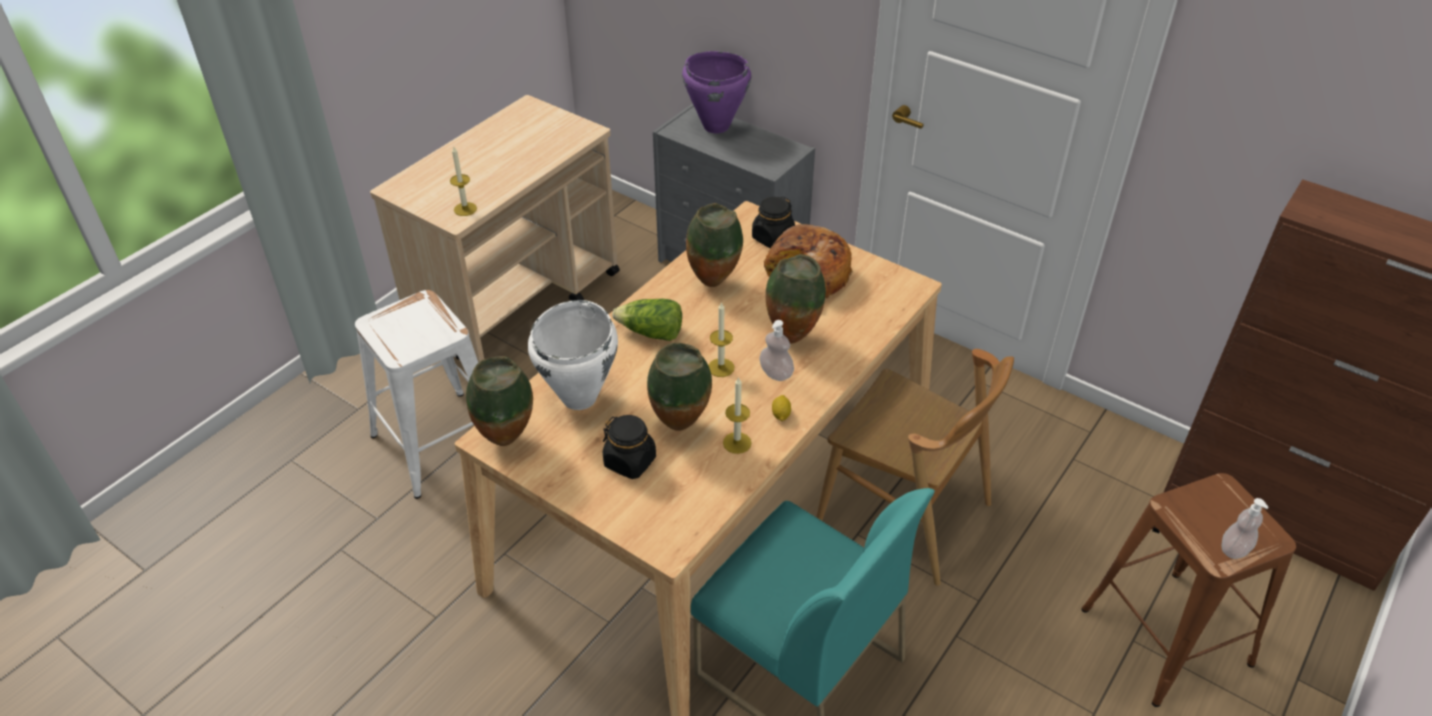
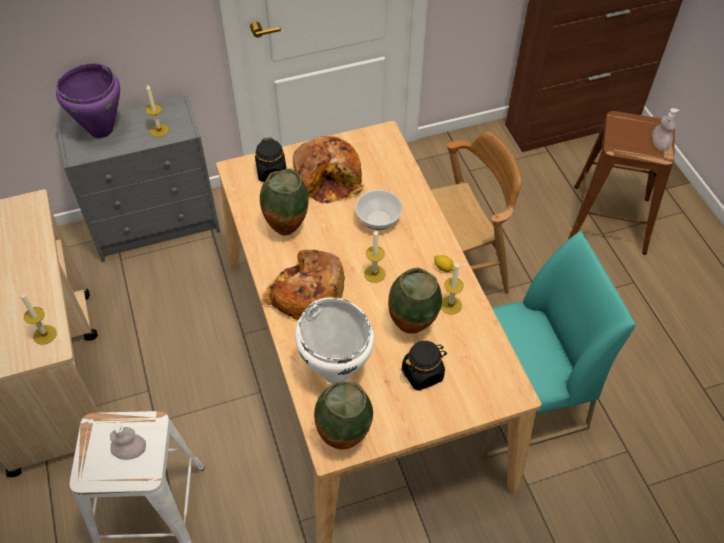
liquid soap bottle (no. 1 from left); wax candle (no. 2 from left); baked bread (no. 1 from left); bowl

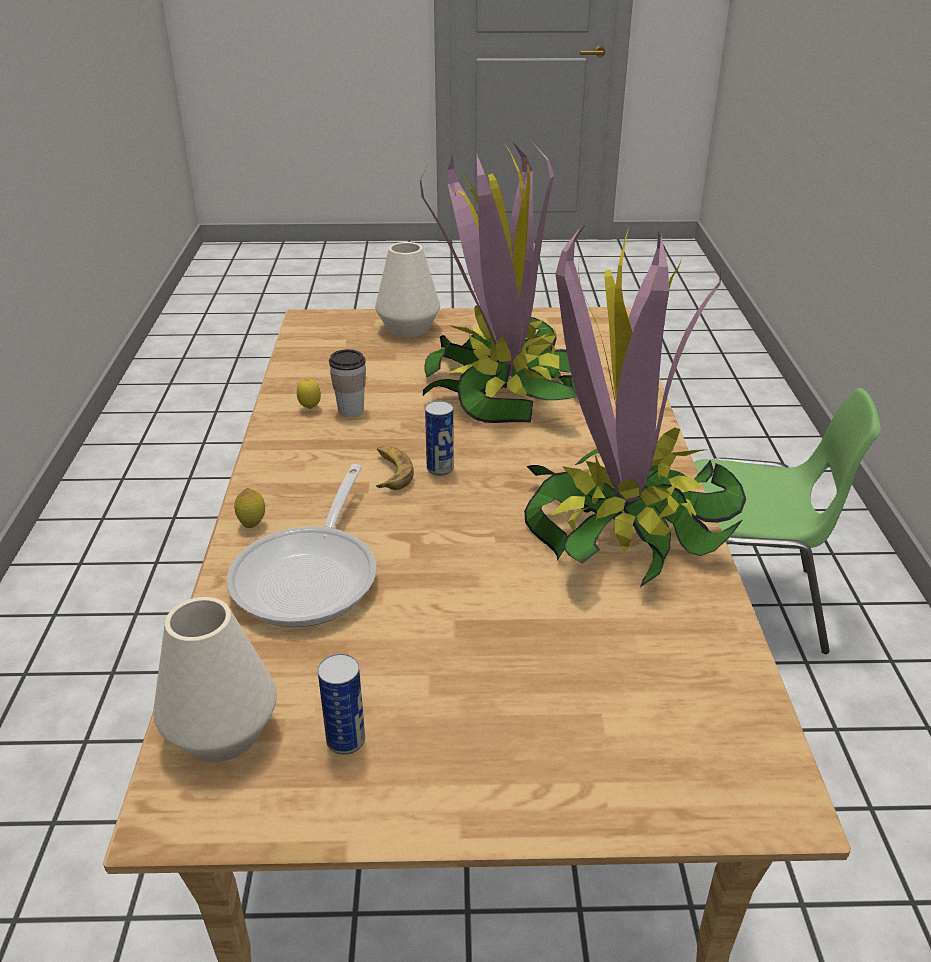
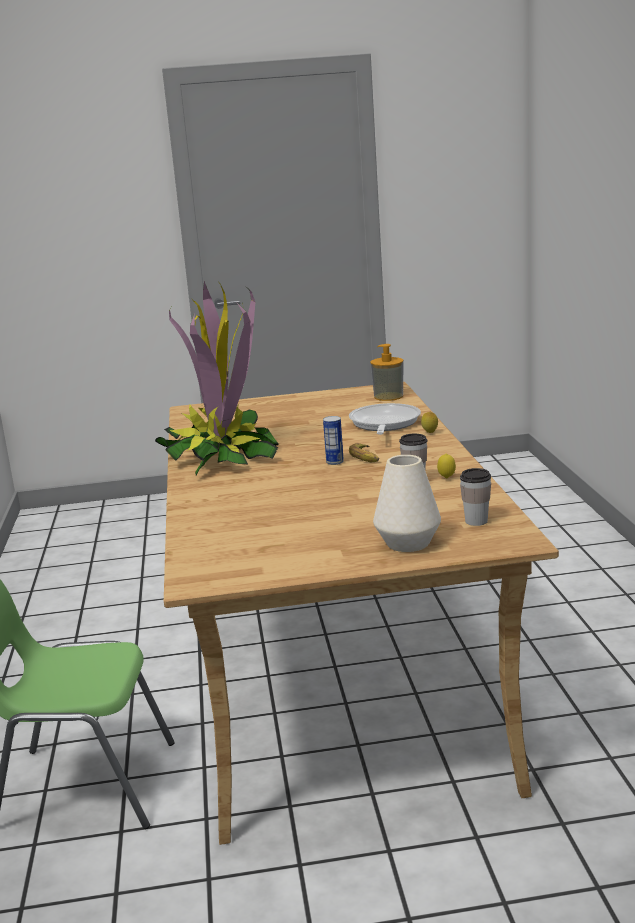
liquid soap bottle; cup (no. 2 from left); metal can (no. 1 from left in the first image); houseplant (no. 1 from left in the first image)

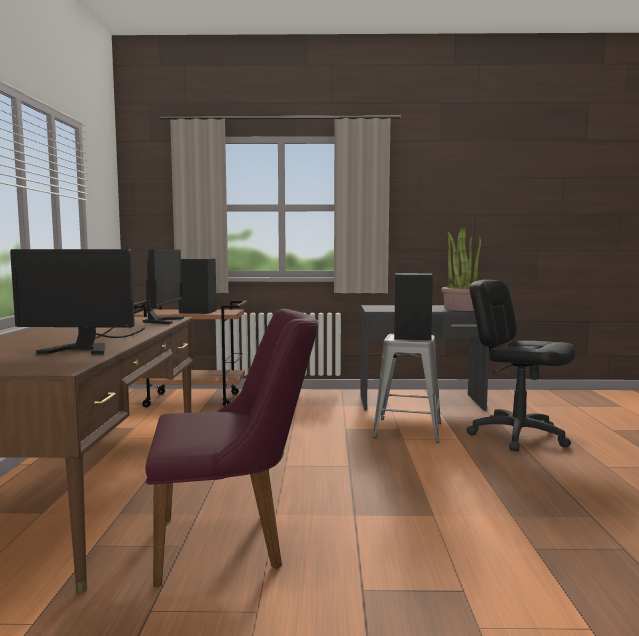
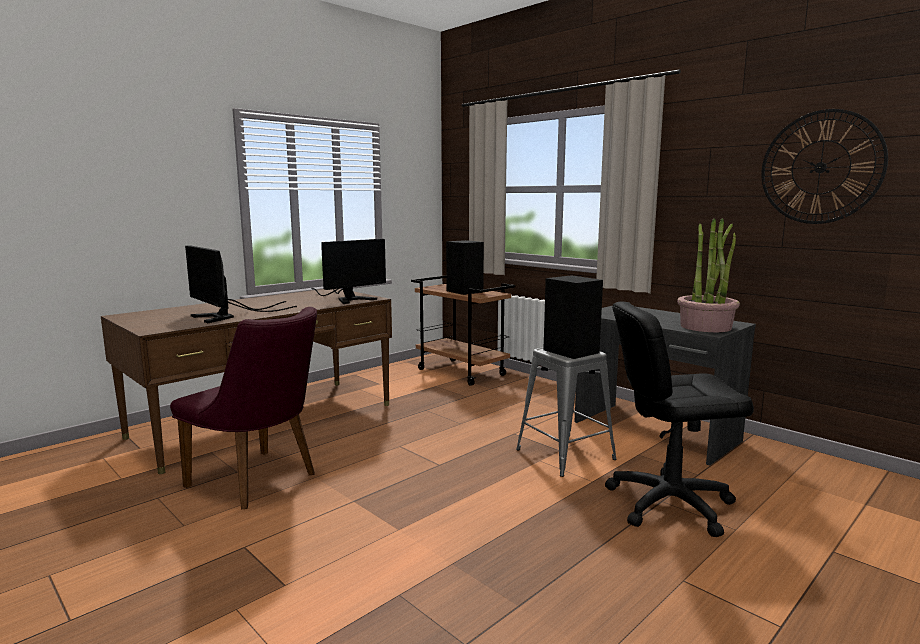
office chair (blackish); wall clock

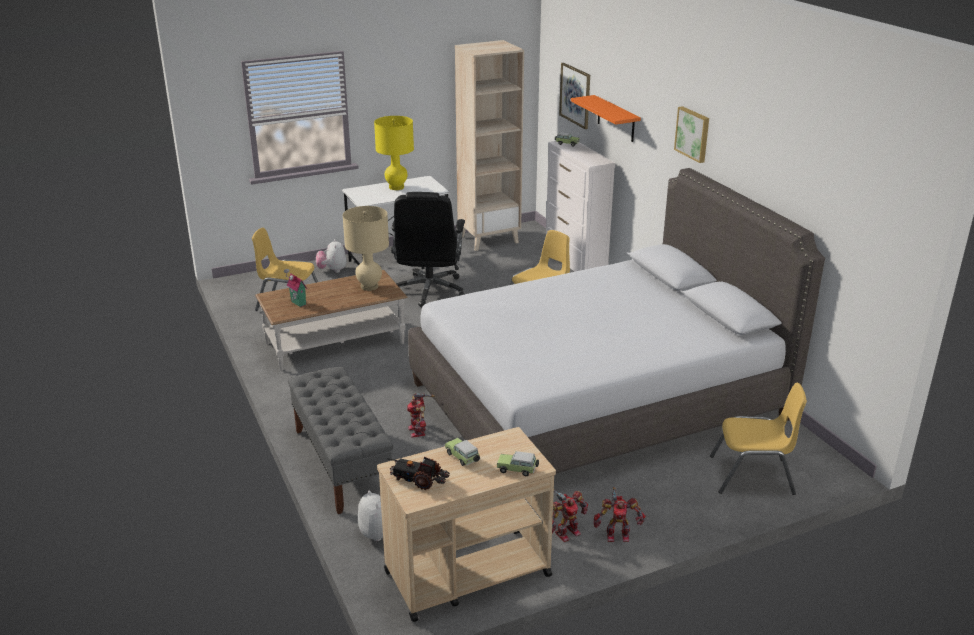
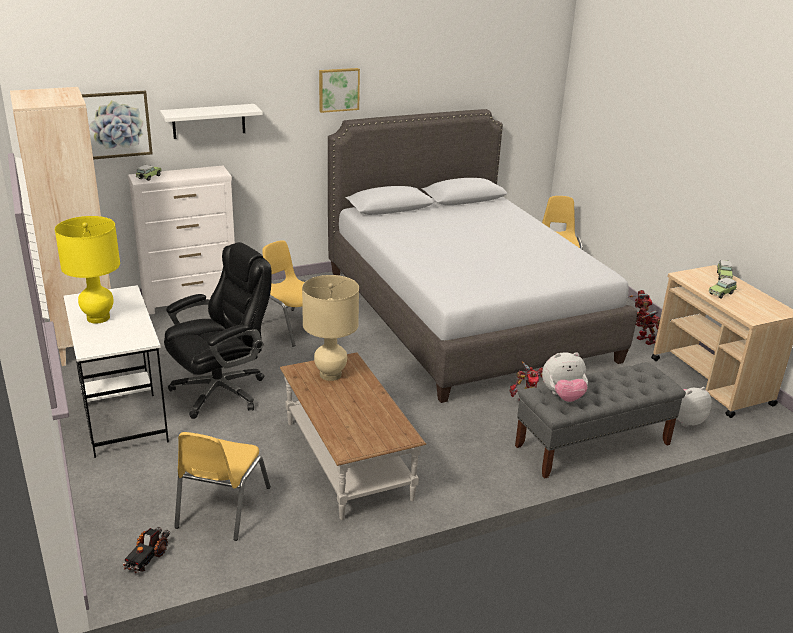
toy lorry; bracket shelf (white-coloured); office chair (blackish); plush toy (no. 1 from left); toy house

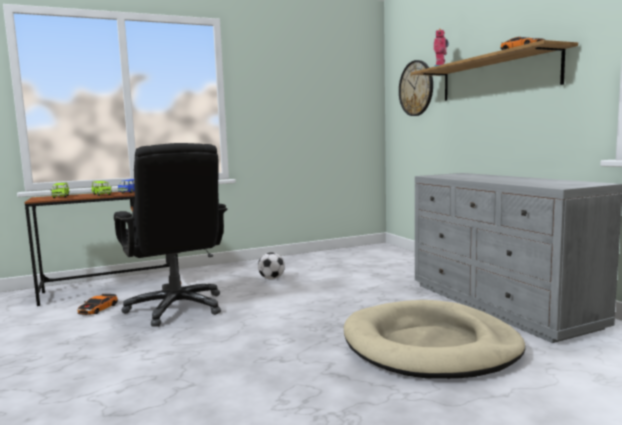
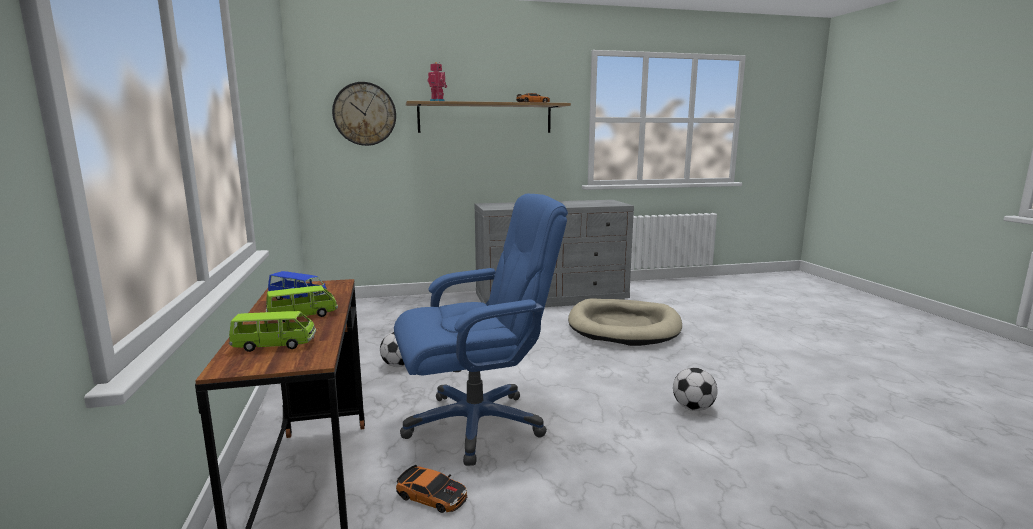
office chair (bluish); football (no. 2 from left)

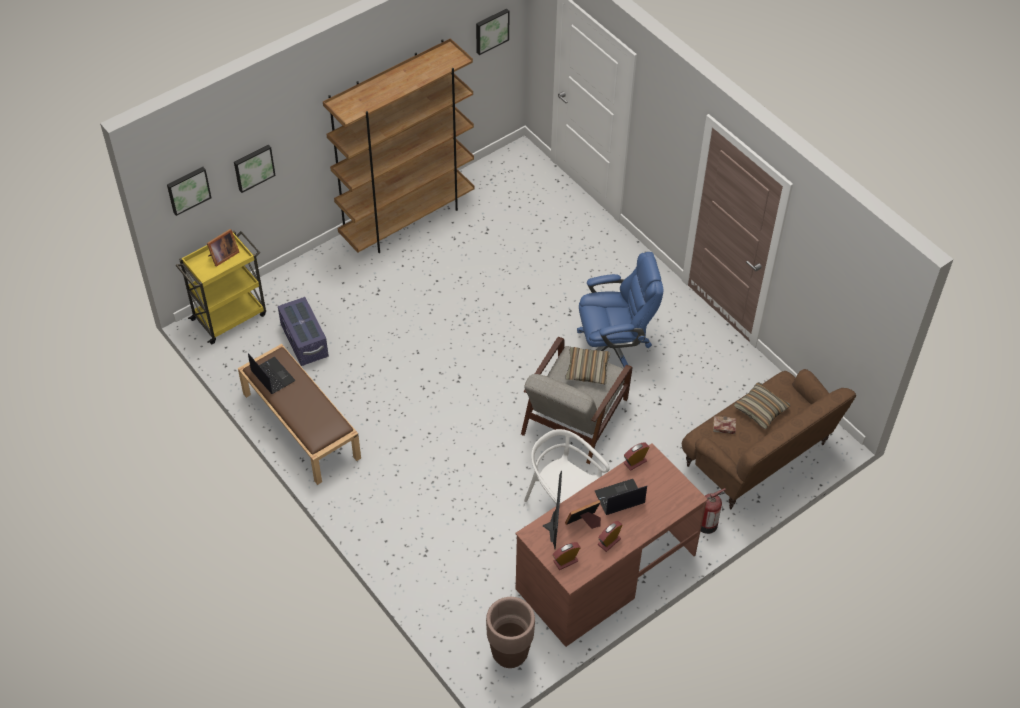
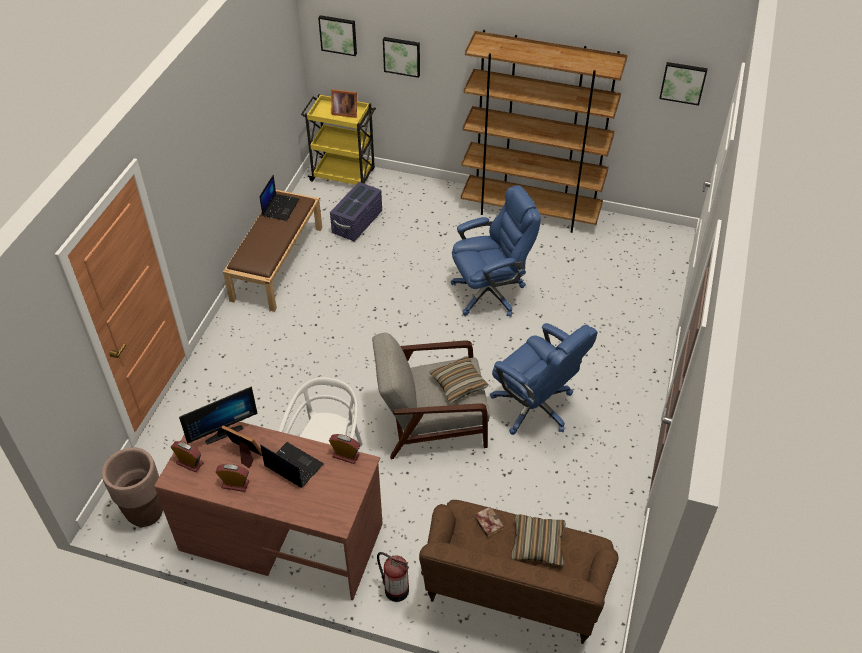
office chair (bluish) (no. 1 from left)

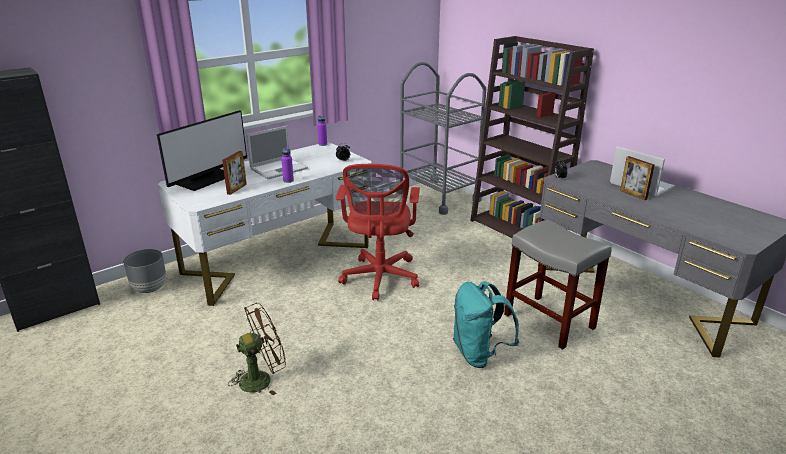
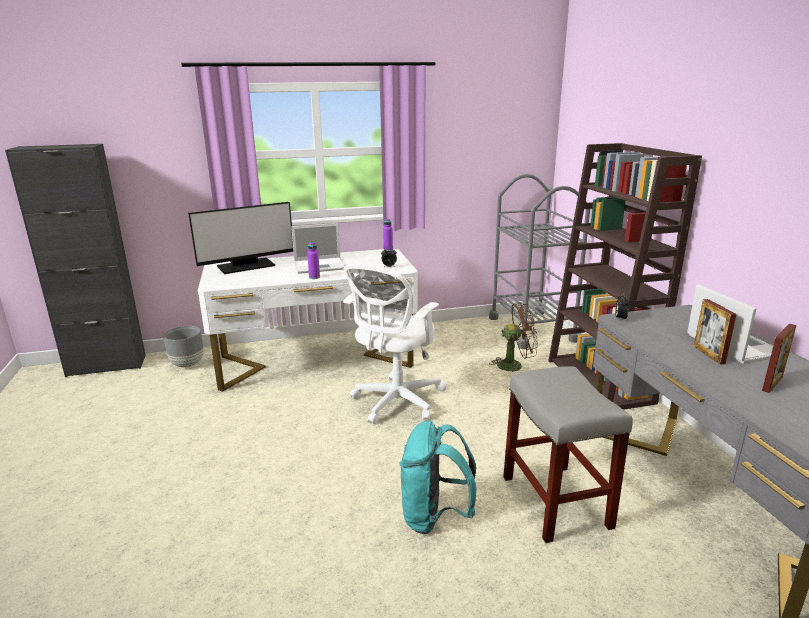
office chair (white-coloured); fan (brown); picture frame (no. 2 from left)

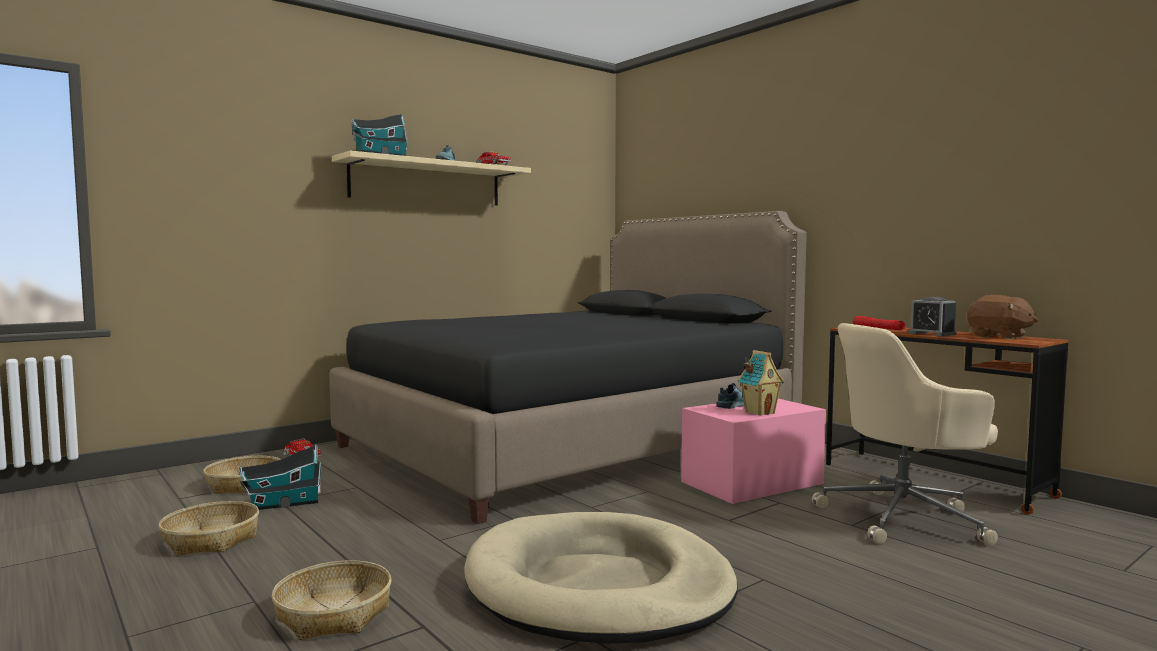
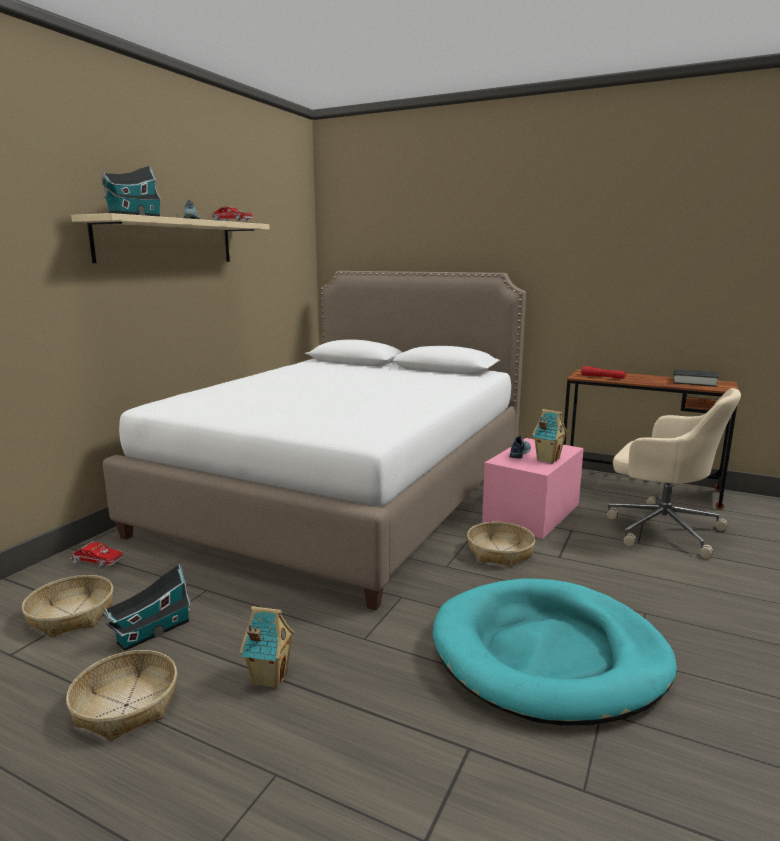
bed (white-coloured); toy house (no. 3 from left); dog bed (turquoise-coloured); storage basket (no. 3 from left); office chair (sand-coloured); bound book (blackish); table clock

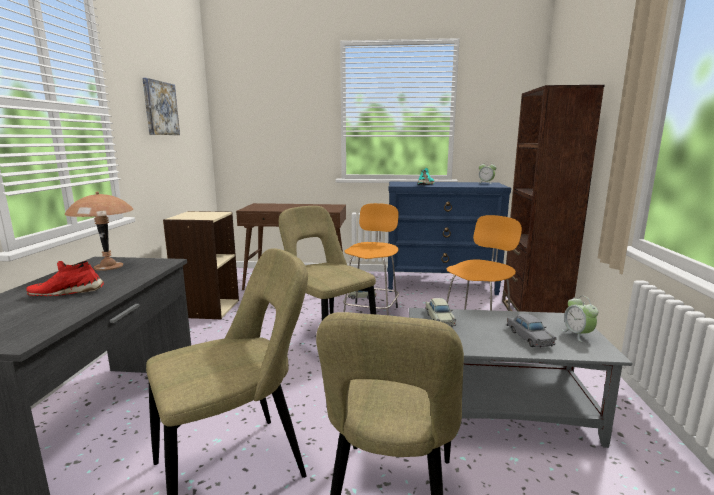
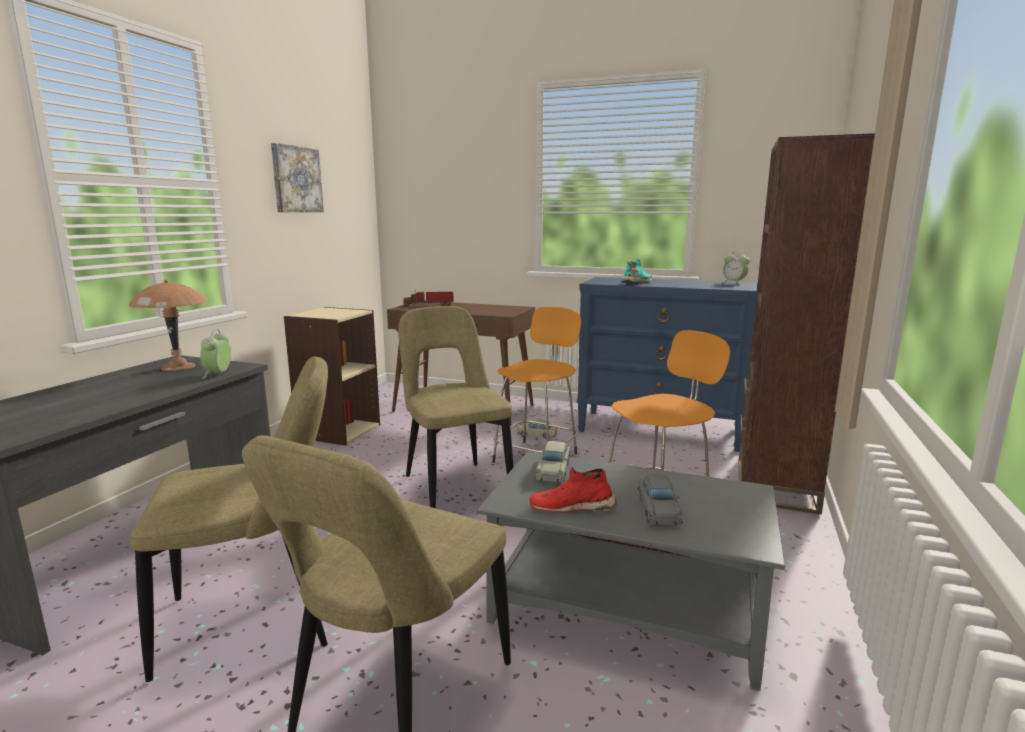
table clock (no. 1 from left); toy lorry; shoe (reddish)

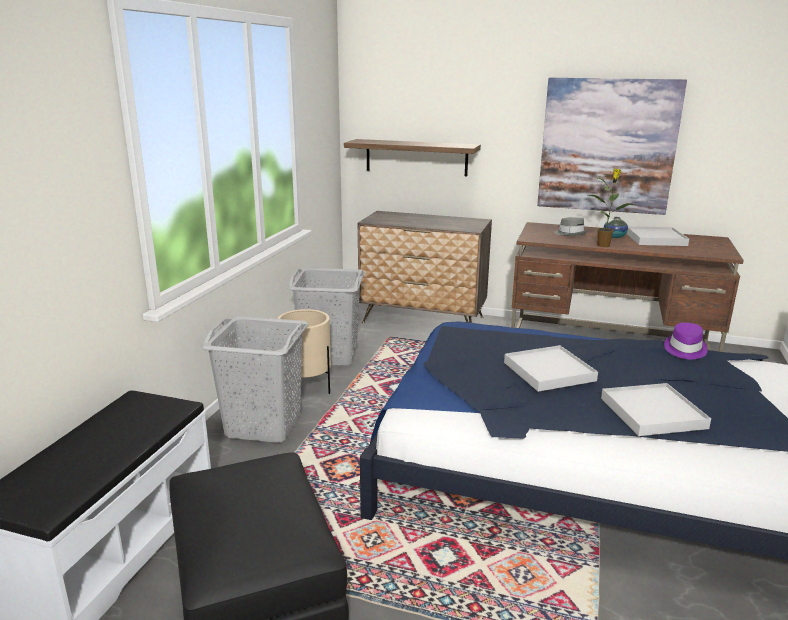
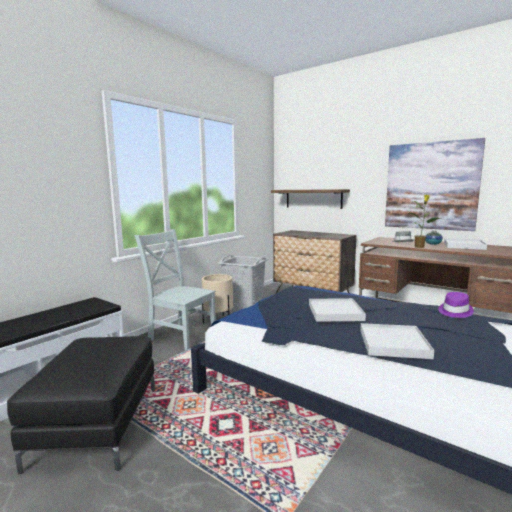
plain chair (greyish)

